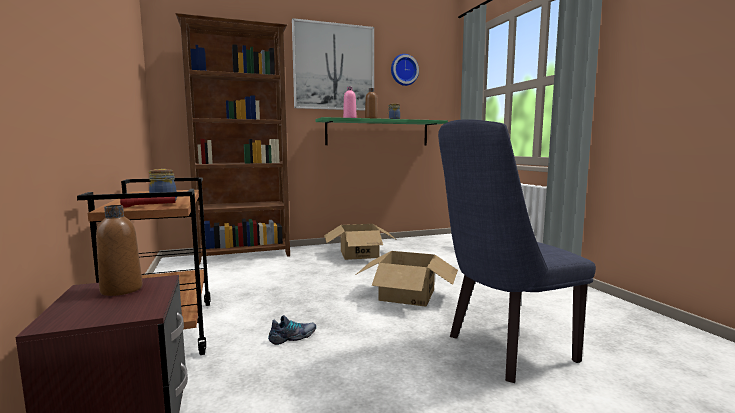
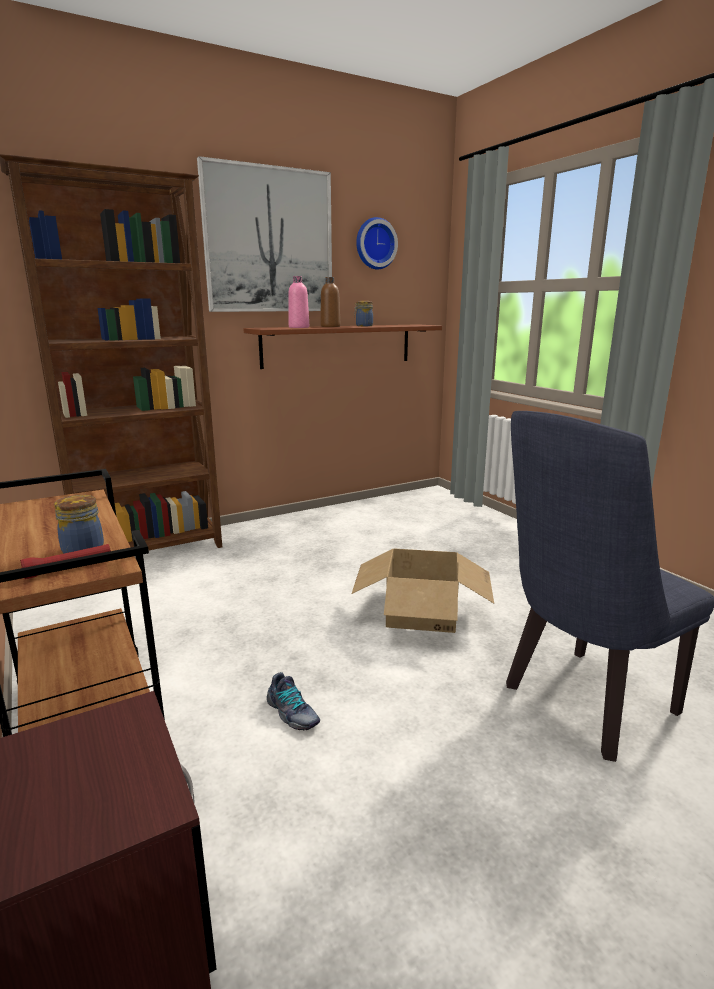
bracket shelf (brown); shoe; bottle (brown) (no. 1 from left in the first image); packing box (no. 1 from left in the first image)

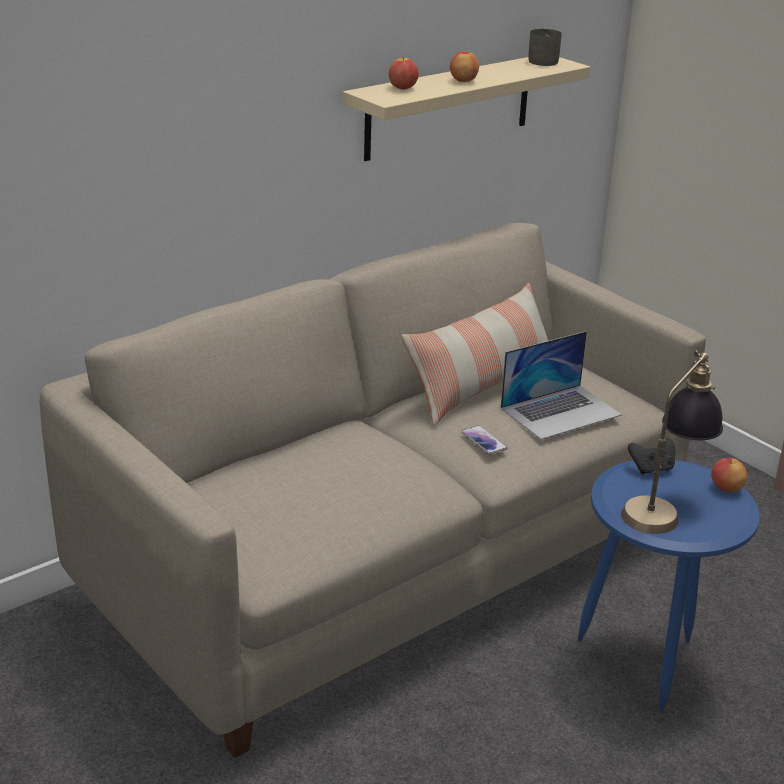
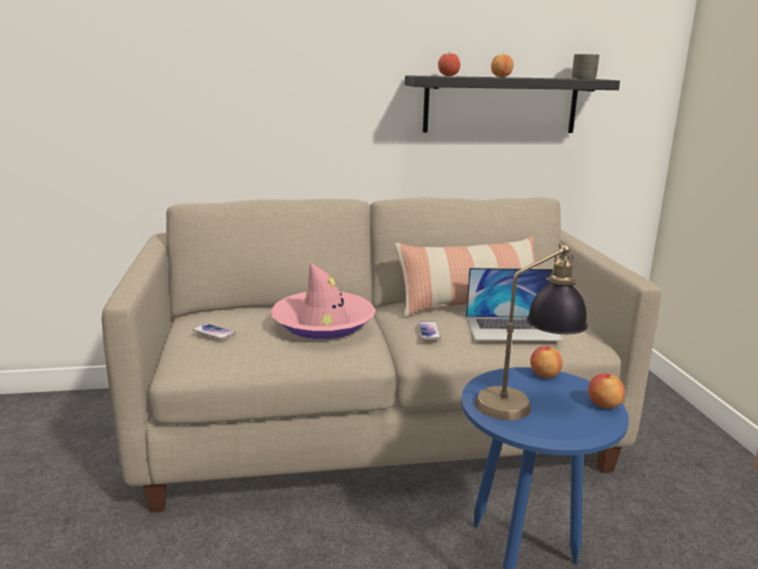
phone (no. 1 from left); clothing hat (pink); bracket shelf (blackish); whole apple (no. 3 from left)

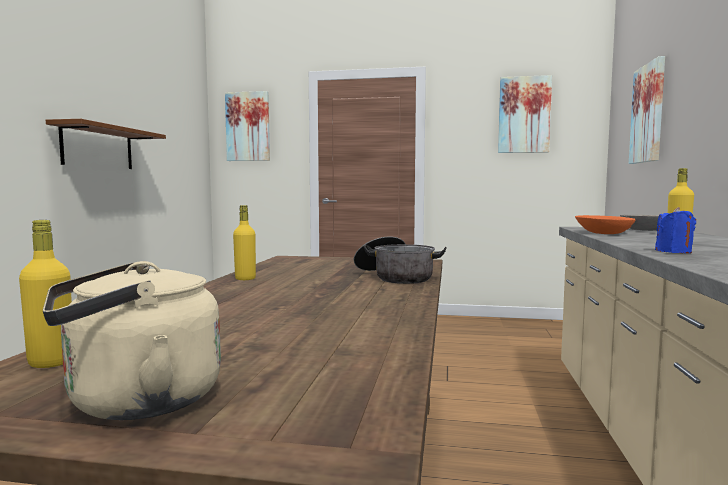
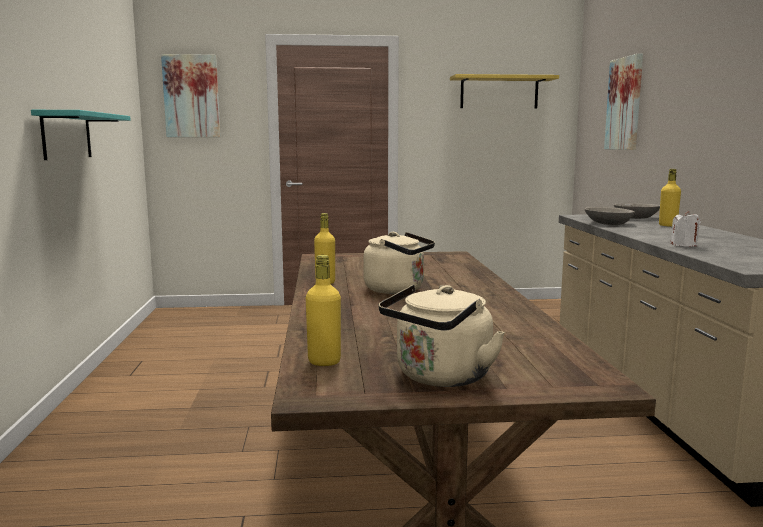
bracket shelf (turquoise-coloured); tea kettle (sand-coloured) (no. 1 from left); bracket shelf (yellow-coloured); bowl (greyish) (no. 1 from left); wax candle (white-coloured); saucepot

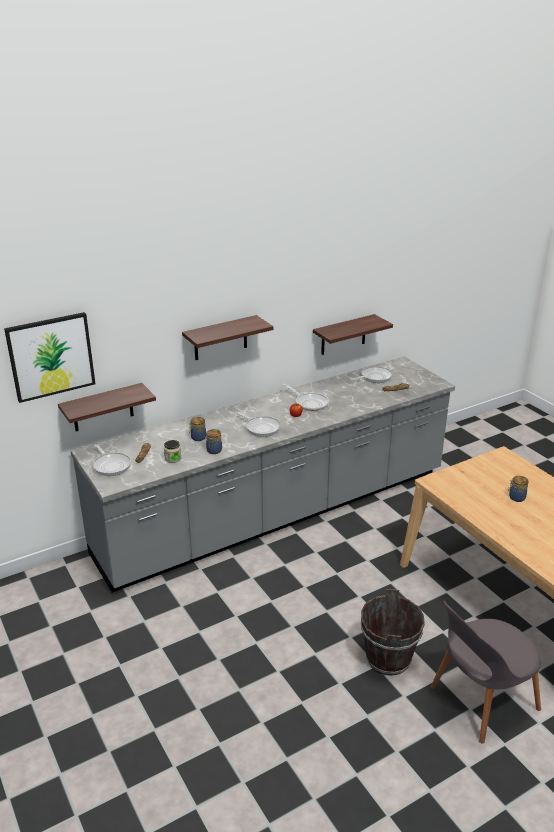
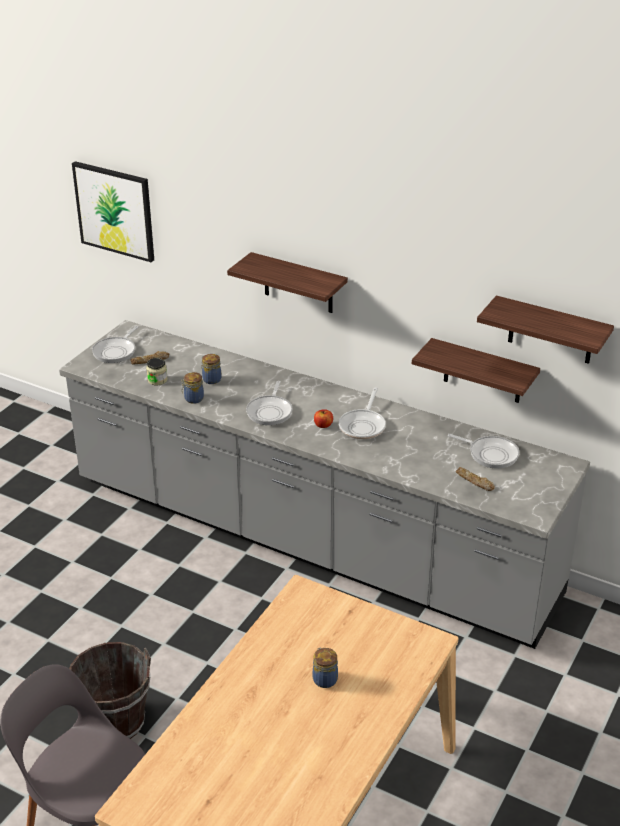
bracket shelf (no. 3 from left)

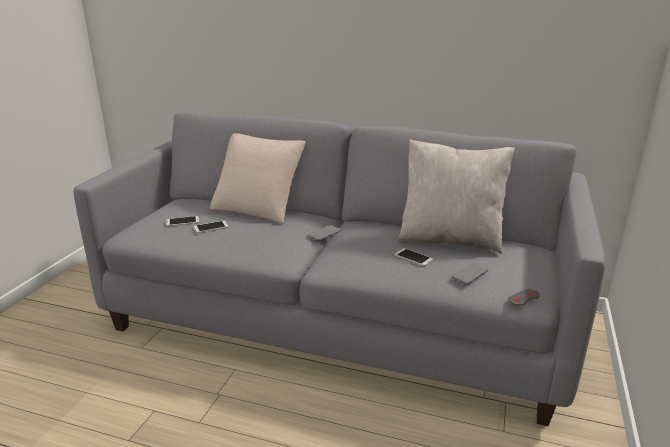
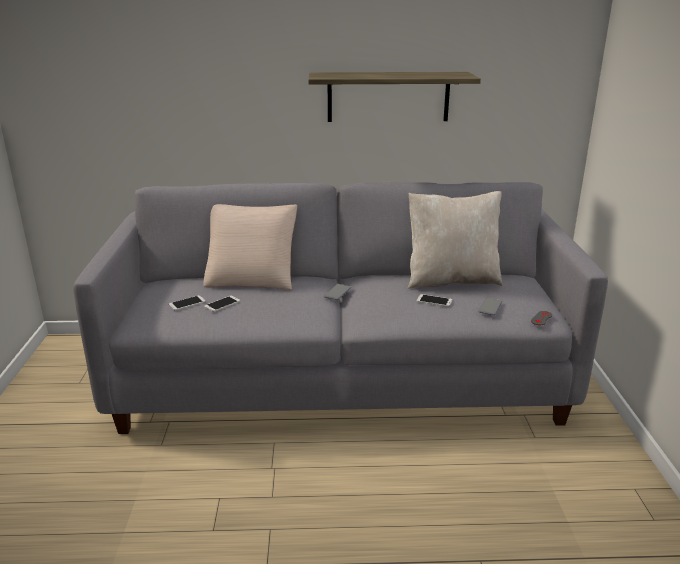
bracket shelf

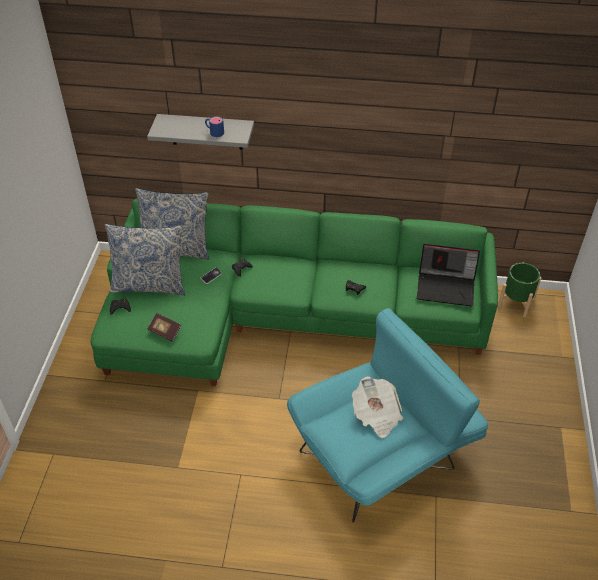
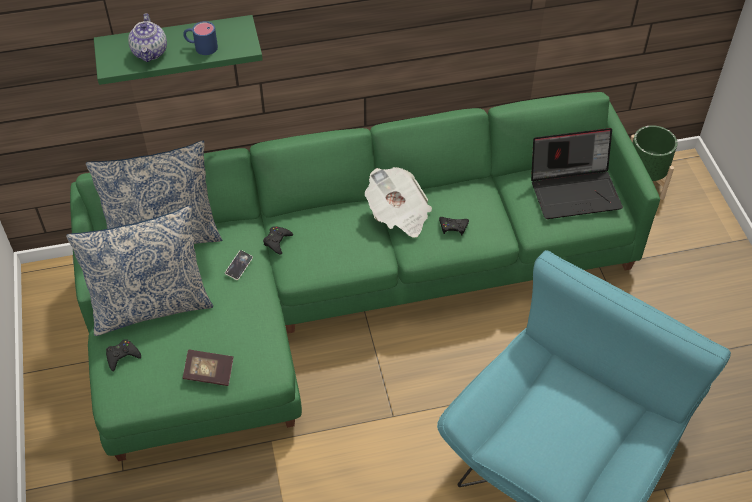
bracket shelf (greenish); pot for tea; printed paper

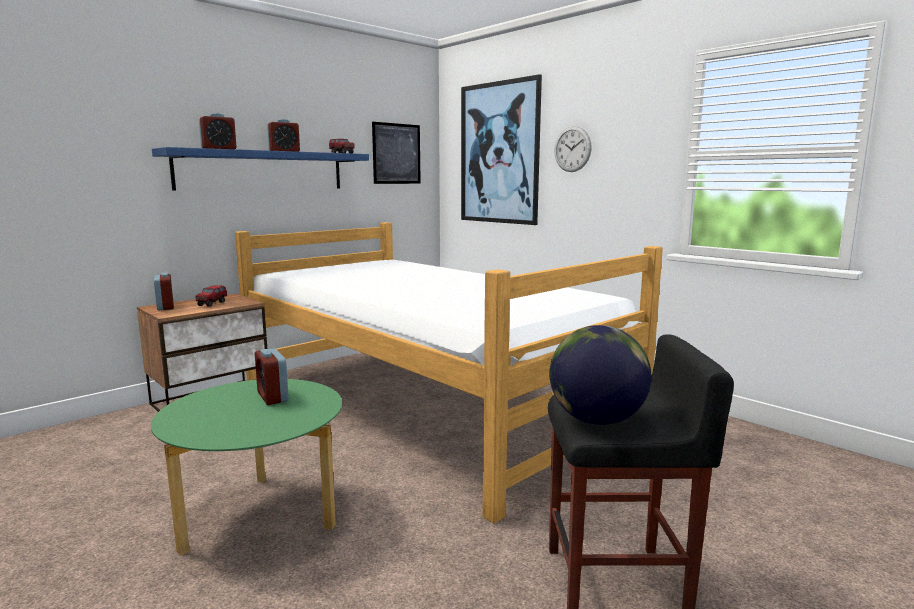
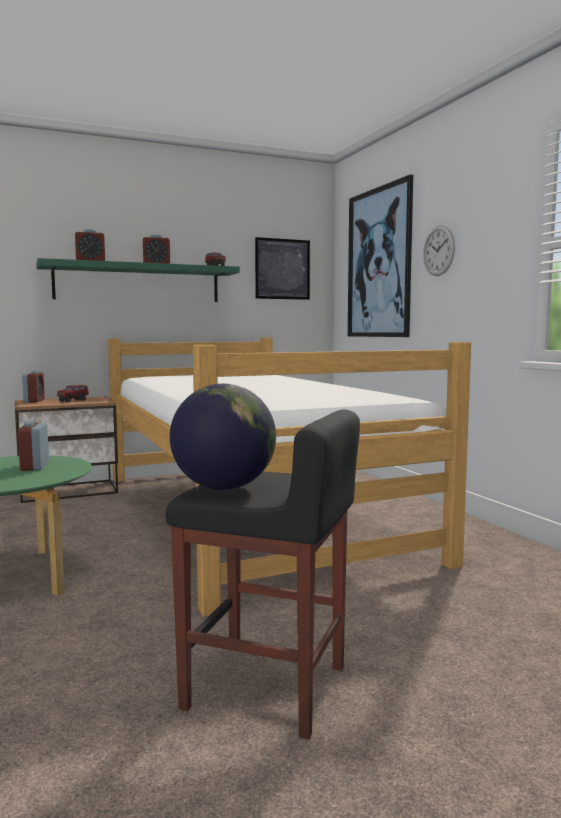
bracket shelf (greenish)

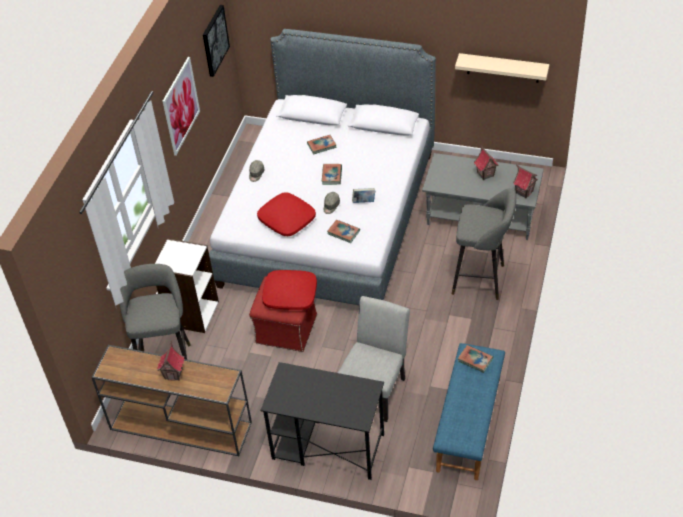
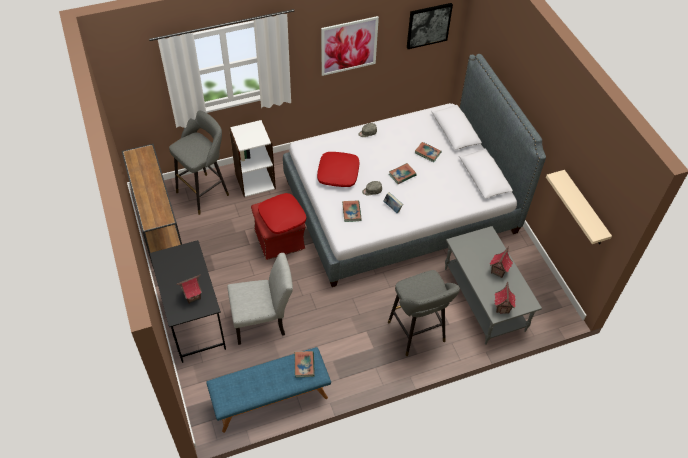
toy house (no. 1 from left)

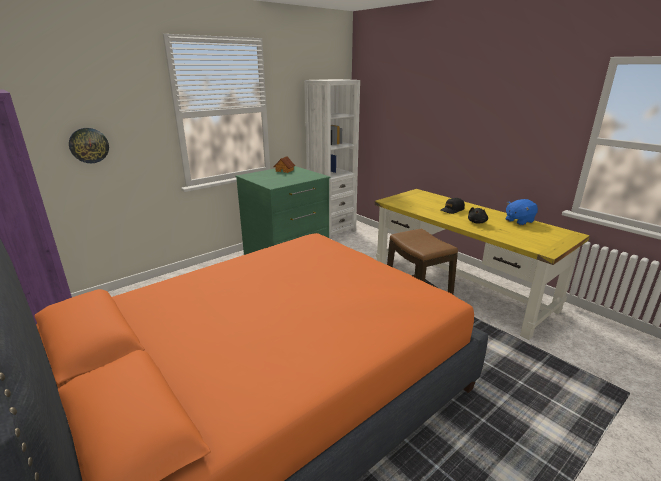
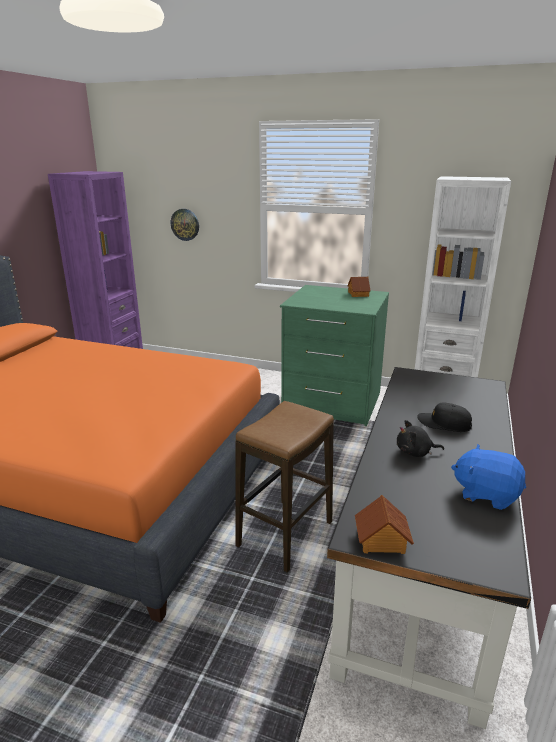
desk (blackish); toy house (no. 2 from left)

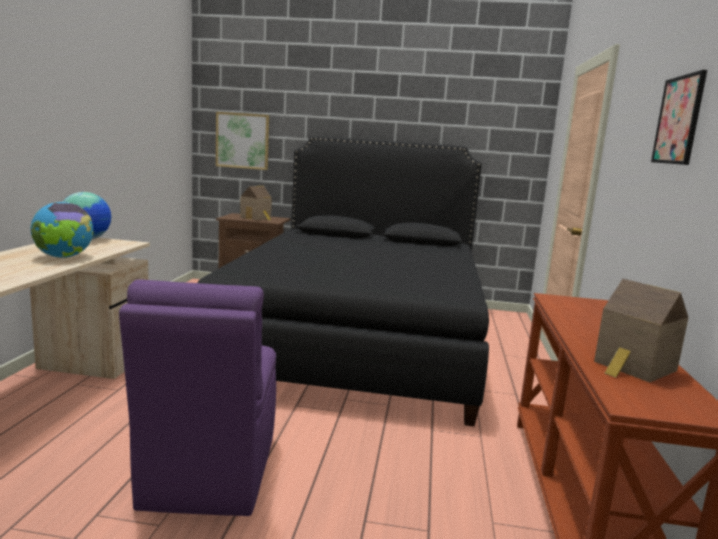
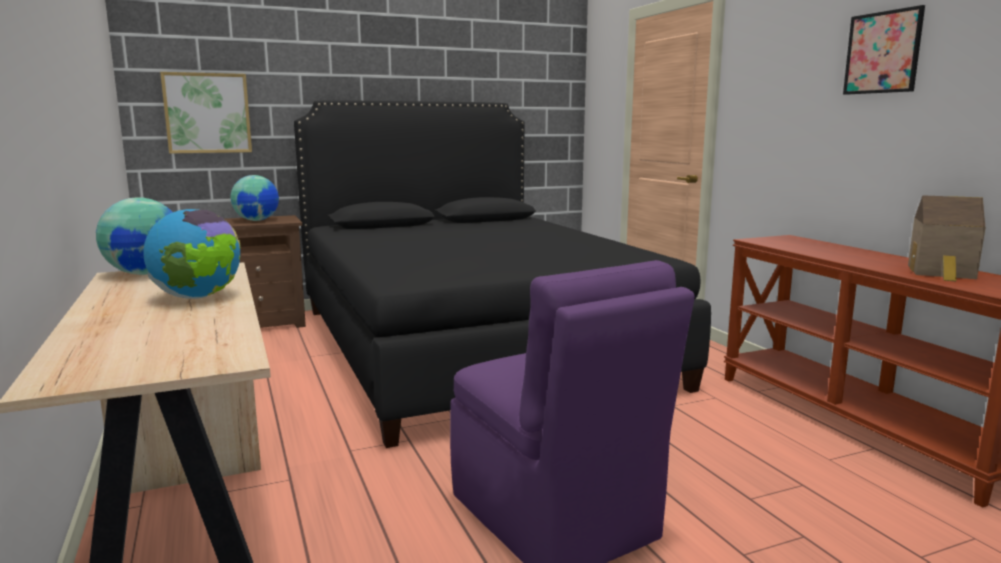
world globe (no. 3 from left)

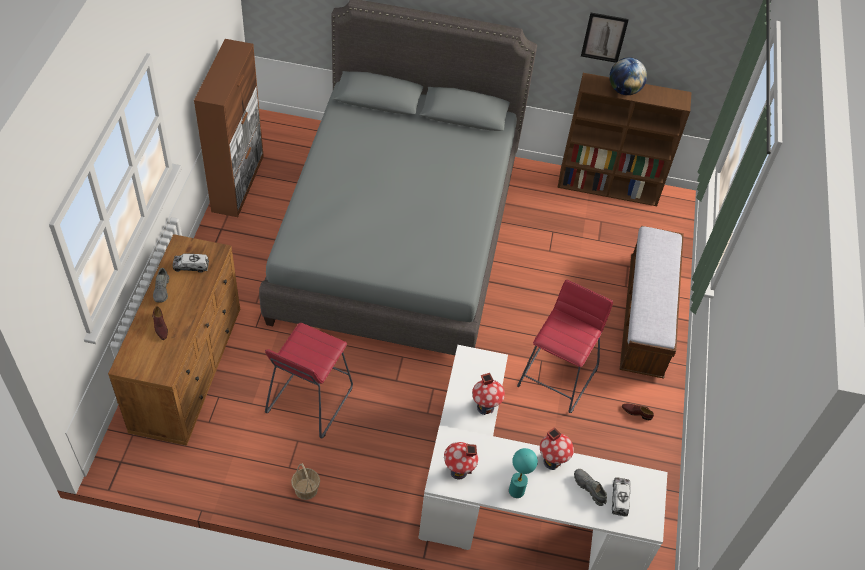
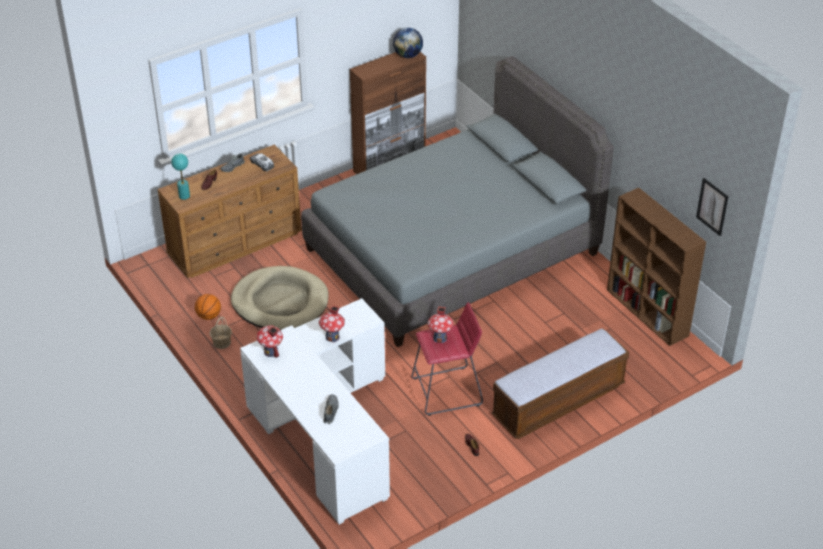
lamp for a table (turquoise-coloured); ball for basketball; dog bed (sand-coloured); world globe; toy house (no. 3 from left); picture; toy lorry (no. 2 from left in the first image)

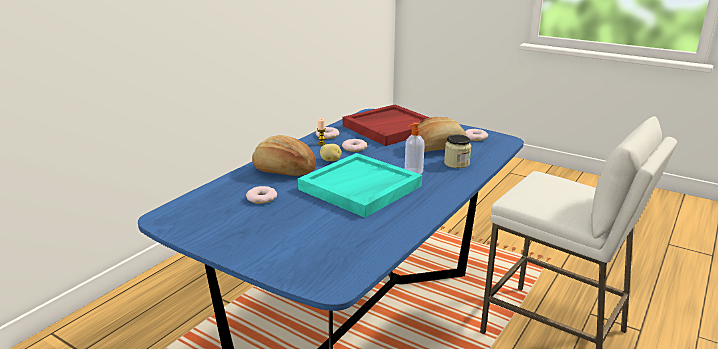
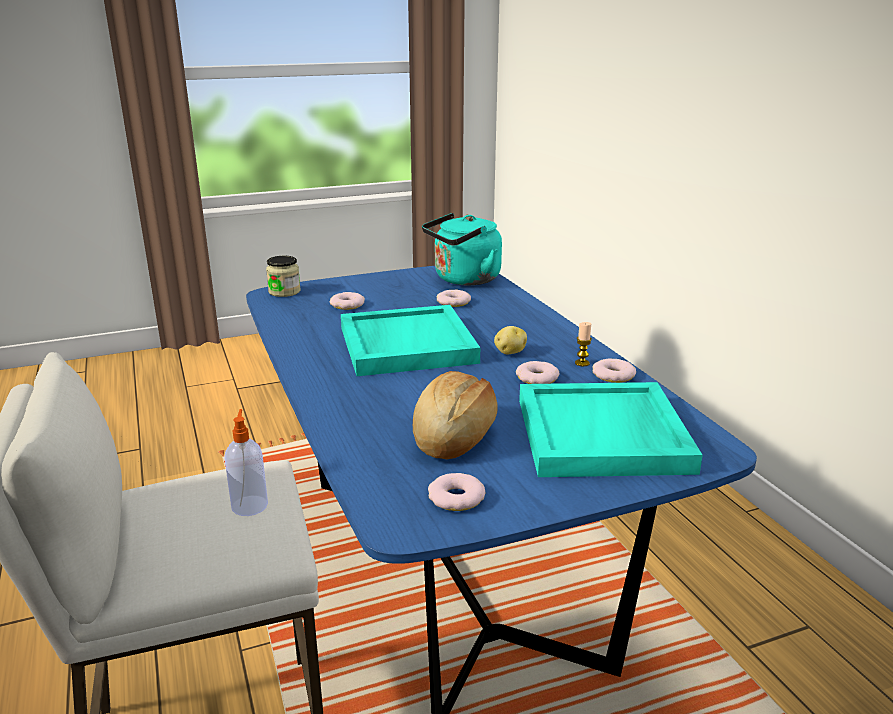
liquid soap bottle; preserve jar; ring doughnut (no. 1 from left); tea kettle (turquoise-coloured); tray (turquoise-coloured) (no. 2 from left); baked bread (no. 1 from left in the first image)

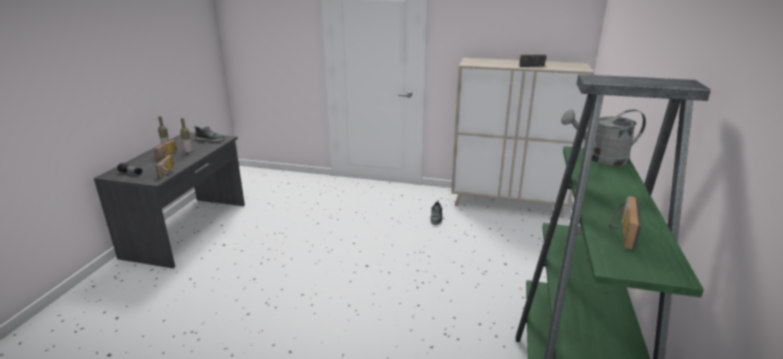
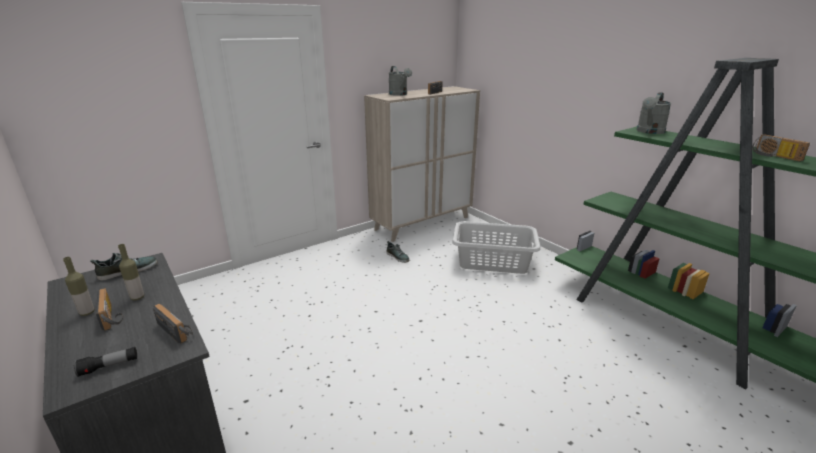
sprinkling can (greyish) (no. 1 from left); hamper (greyish)

